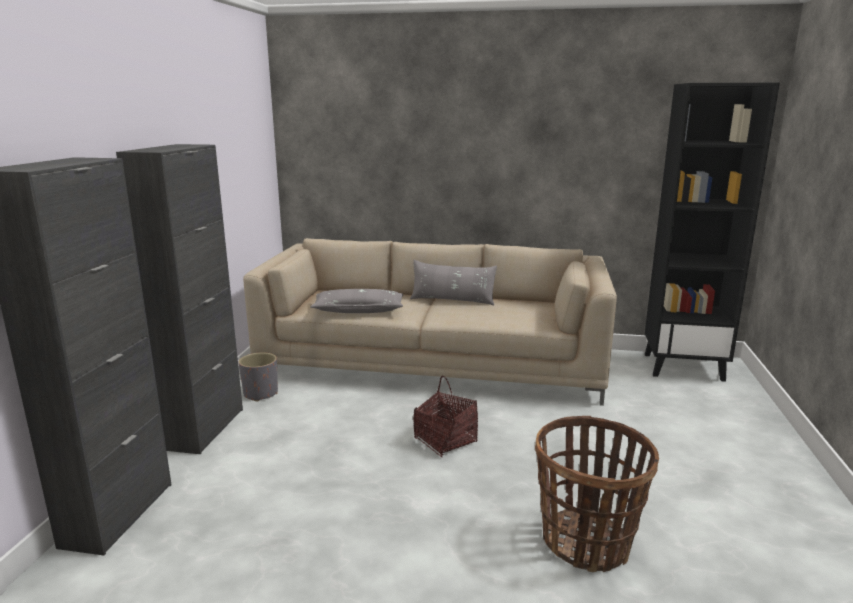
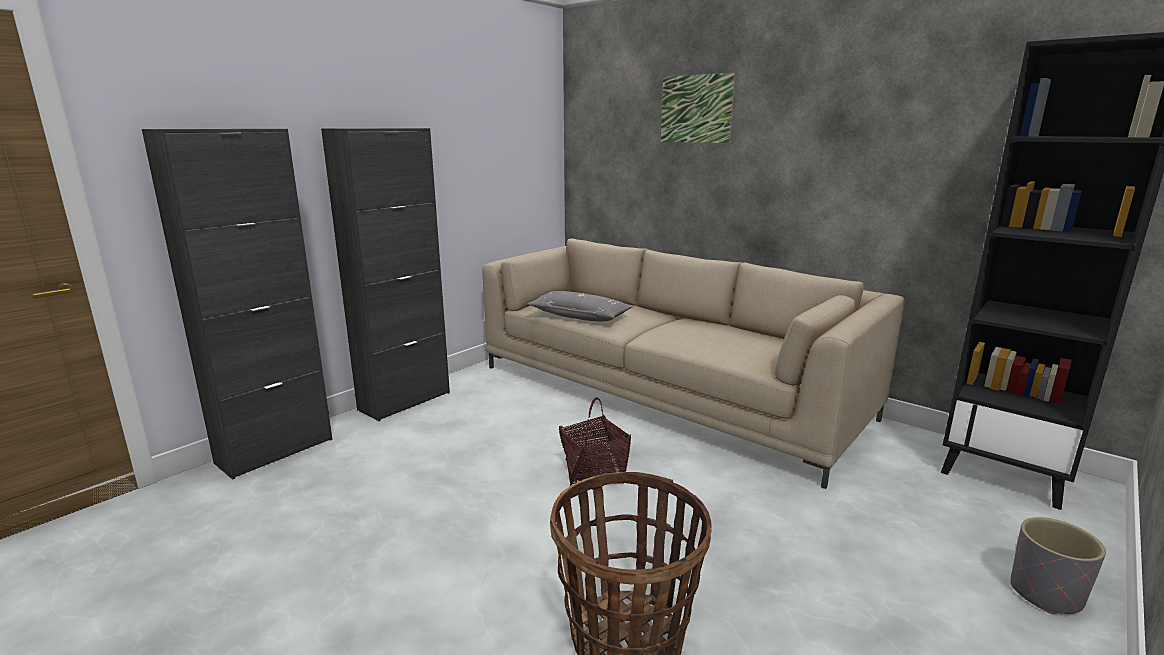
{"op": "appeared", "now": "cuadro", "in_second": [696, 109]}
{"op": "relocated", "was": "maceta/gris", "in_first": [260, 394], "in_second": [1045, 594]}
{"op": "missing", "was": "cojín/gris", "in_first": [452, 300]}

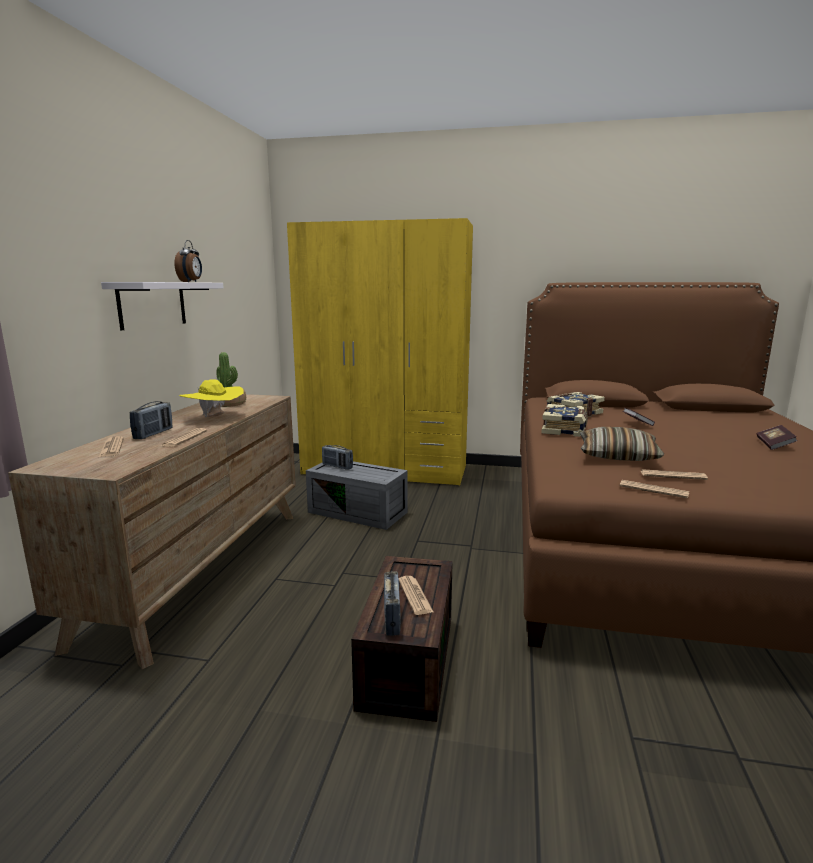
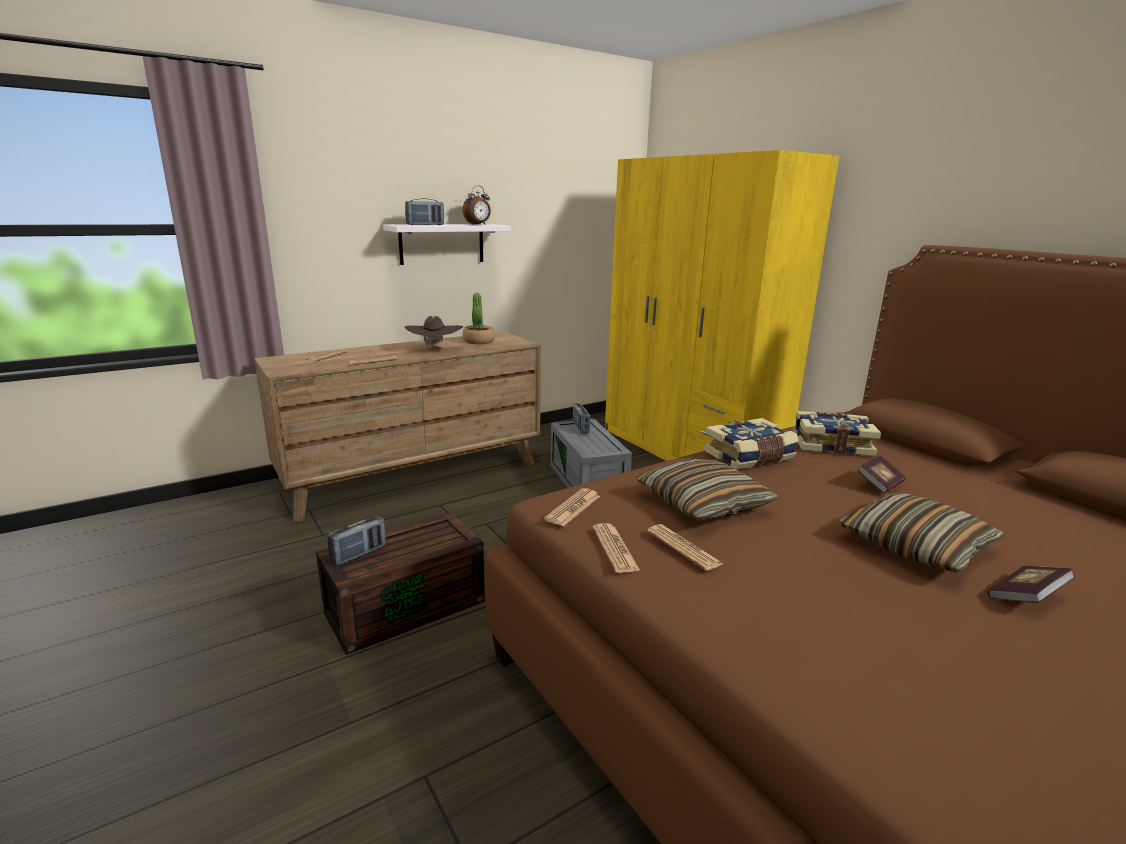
{"op": "colour", "was": "sombrero/amarillo", "now": "sombrero/marrón", "in_first": [214, 418], "in_second": [435, 350]}
{"op": "relocated", "was": "radio", "in_first": [153, 434], "in_second": [425, 225]}
{"op": "relocated", "was": "periódico", "in_first": [415, 596], "in_second": [573, 508]}
{"op": "appeared", "now": "cojín", "in_second": [915, 545]}

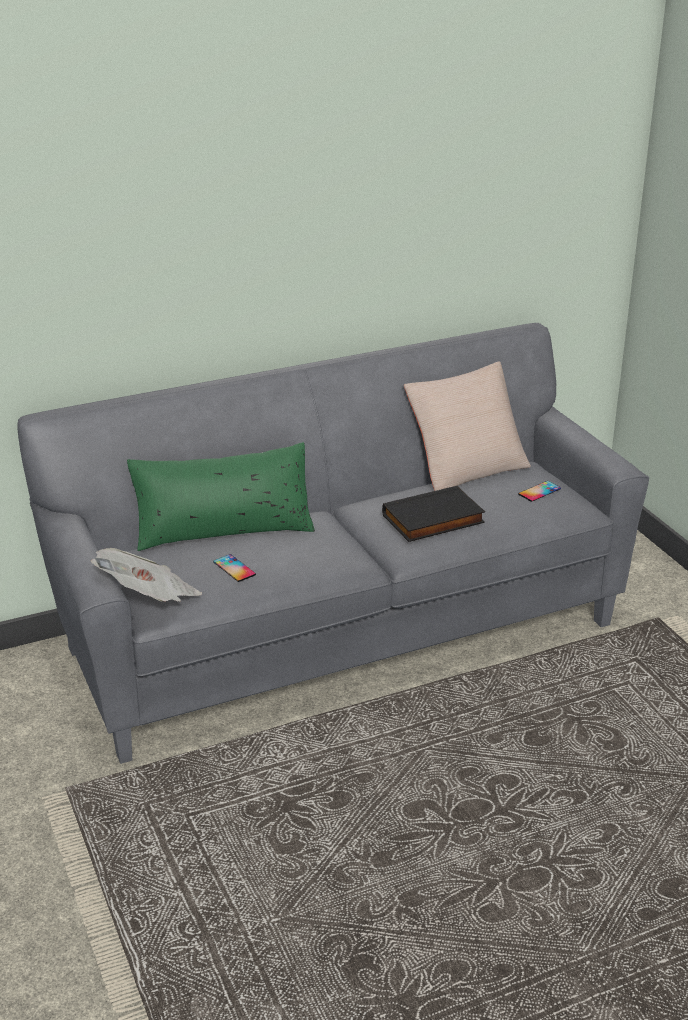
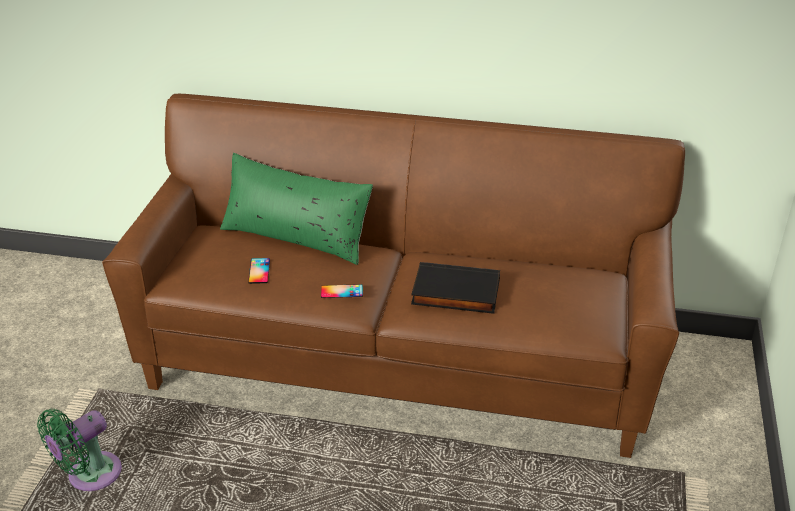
{"op": "appeared", "now": "ventilador/verde", "in_second": [89, 476]}
{"op": "colour", "was": "sofá/gris", "now": "sofá/marrón", "in_first": [342, 635], "in_second": [397, 362]}
{"op": "relocated", "was": "móvil", "in_first": [539, 491], "in_second": [342, 291]}
{"op": "missing", "was": "periódico", "in_first": [149, 598]}
{"op": "missing", "was": "cojín/beis", "in_first": [466, 467]}

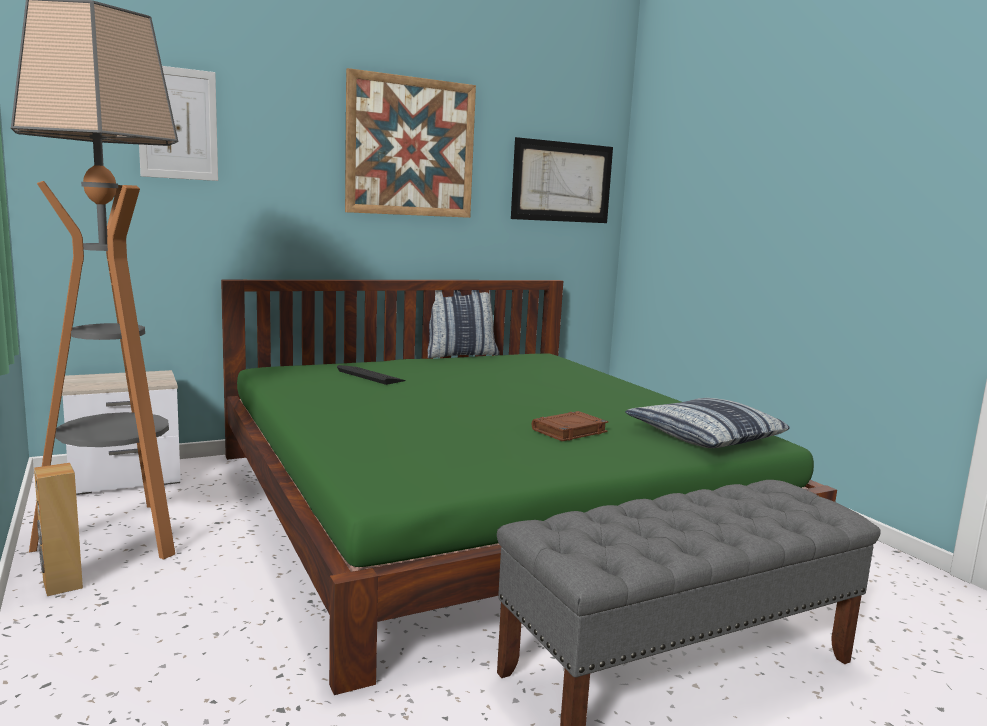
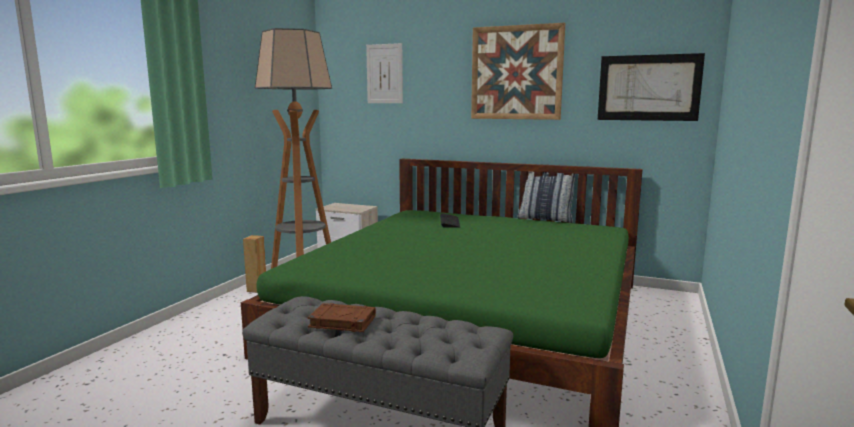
{"op": "relocated", "was": "libro/marrón", "in_first": [569, 431], "in_second": [341, 322]}
{"op": "missing", "was": "cojín", "in_first": [704, 436]}

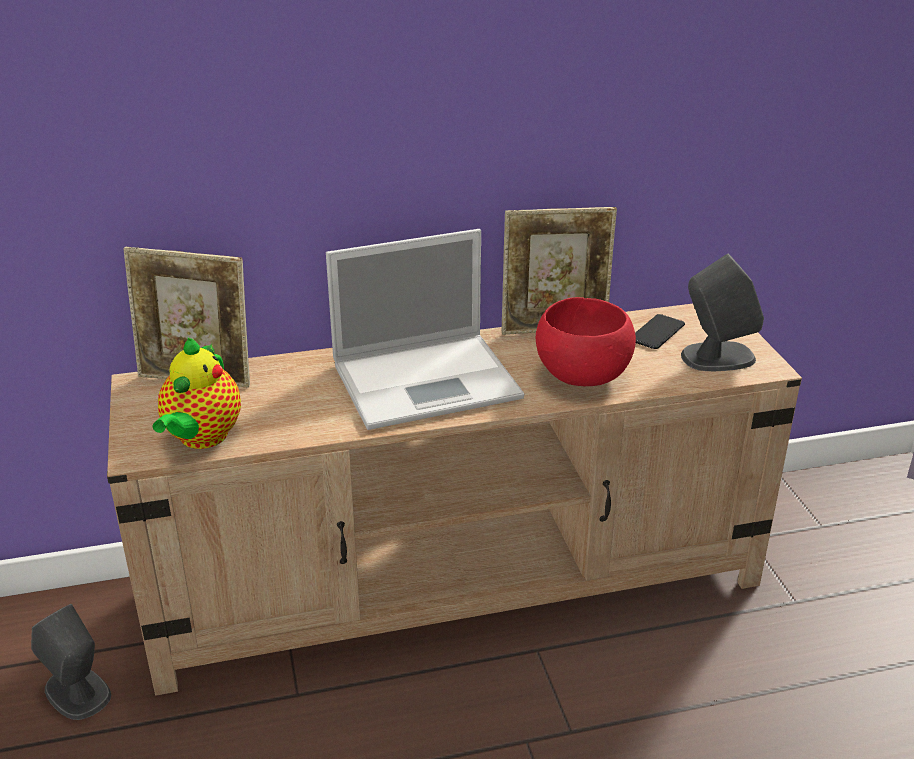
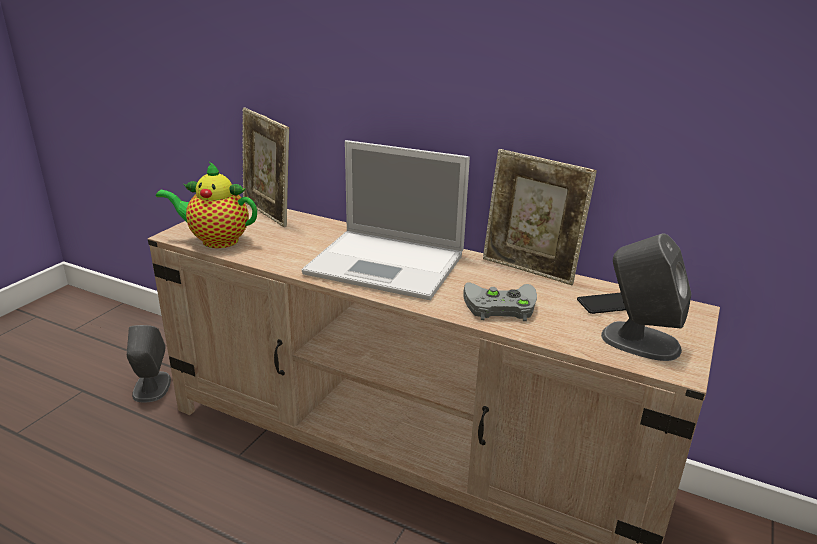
{"op": "spun", "was": "tetera", "in_first": [201, 438], "in_second": [216, 240], "clockwise": 45}
{"op": "exchanged", "was": "cuenco/rojo", "now": "mando de consola/gris", "in_first": [582, 377], "in_second": [497, 306]}

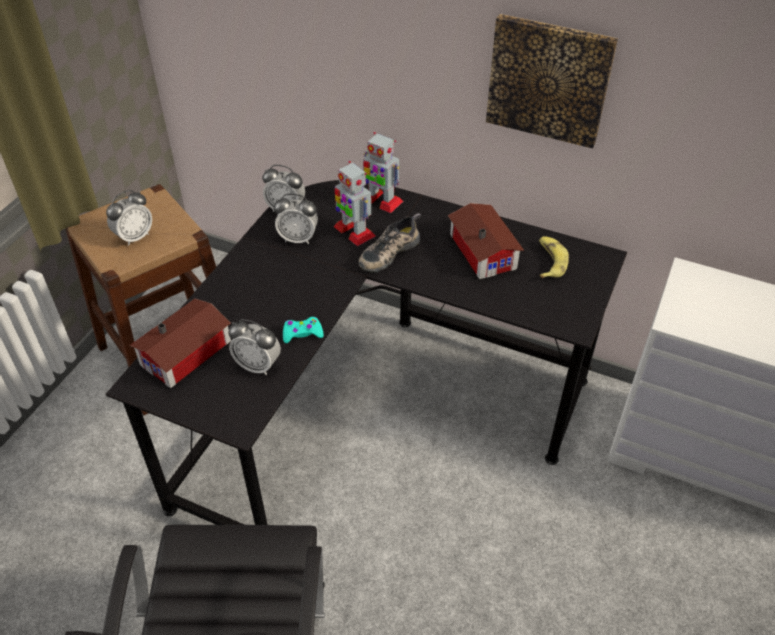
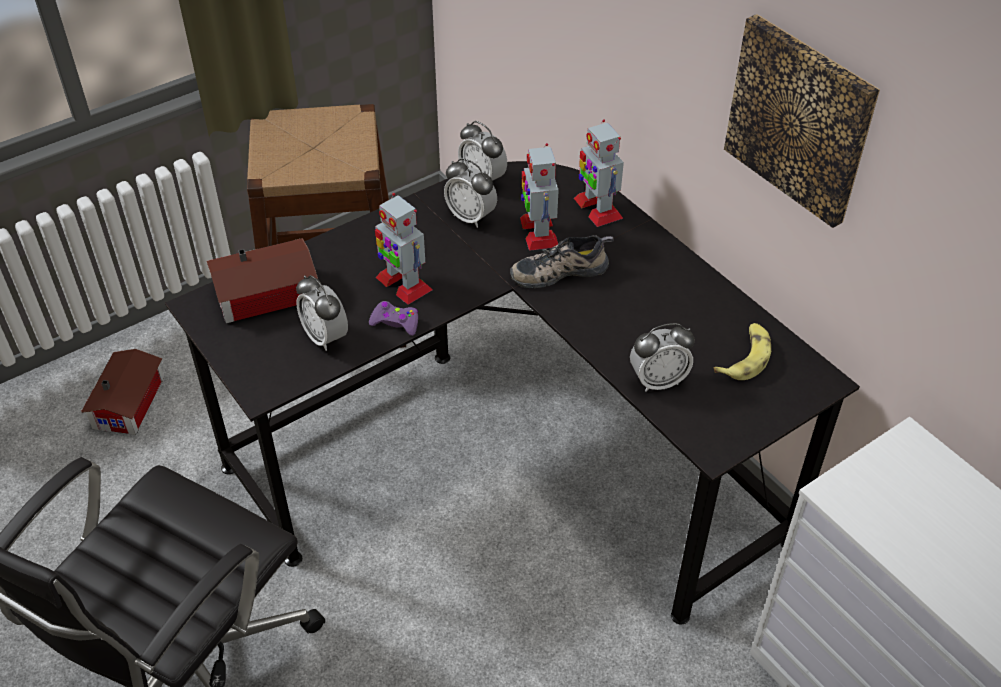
{"op": "relocated", "was": "casita", "in_first": [483, 249], "in_second": [131, 401]}
{"op": "colour", "was": "mando de consola/turquesa", "now": "mando de consola/morado", "in_first": [302, 333], "in_second": [395, 322]}
{"op": "appeared", "now": "robot de juguete", "in_second": [403, 283]}
{"op": "relocated", "was": "despertador", "in_first": [134, 237], "in_second": [658, 381]}

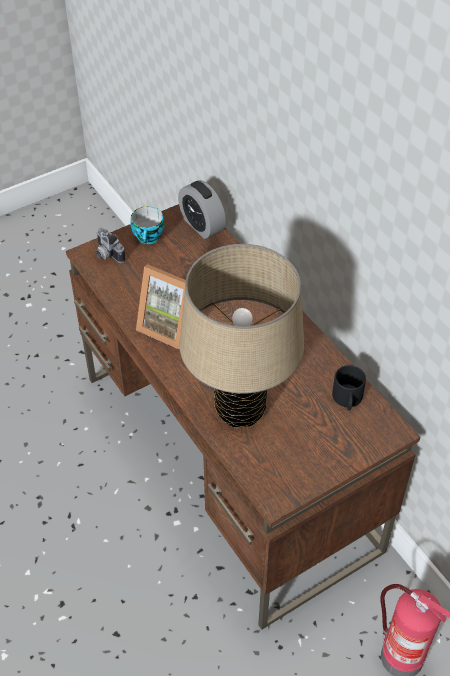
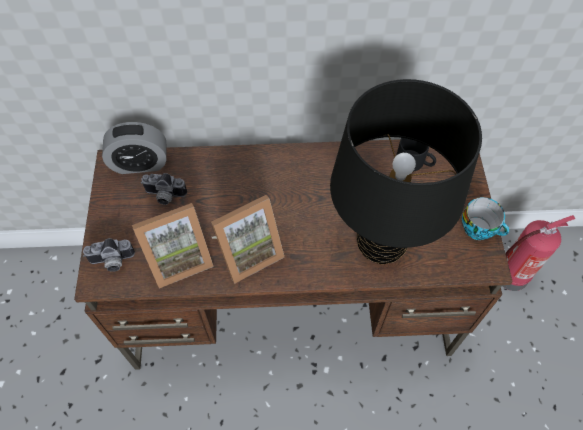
{"op": "appeared", "now": "portarretratos", "in_second": [178, 258]}
{"op": "appeared", "now": "cámara", "in_second": [164, 196]}
{"op": "colour", "was": "lámpara de mesa/beis", "now": "lámpara de mesa/negro", "in_first": [240, 409], "in_second": [381, 243]}
{"op": "relocated", "was": "taza", "in_first": [149, 238], "in_second": [479, 228]}

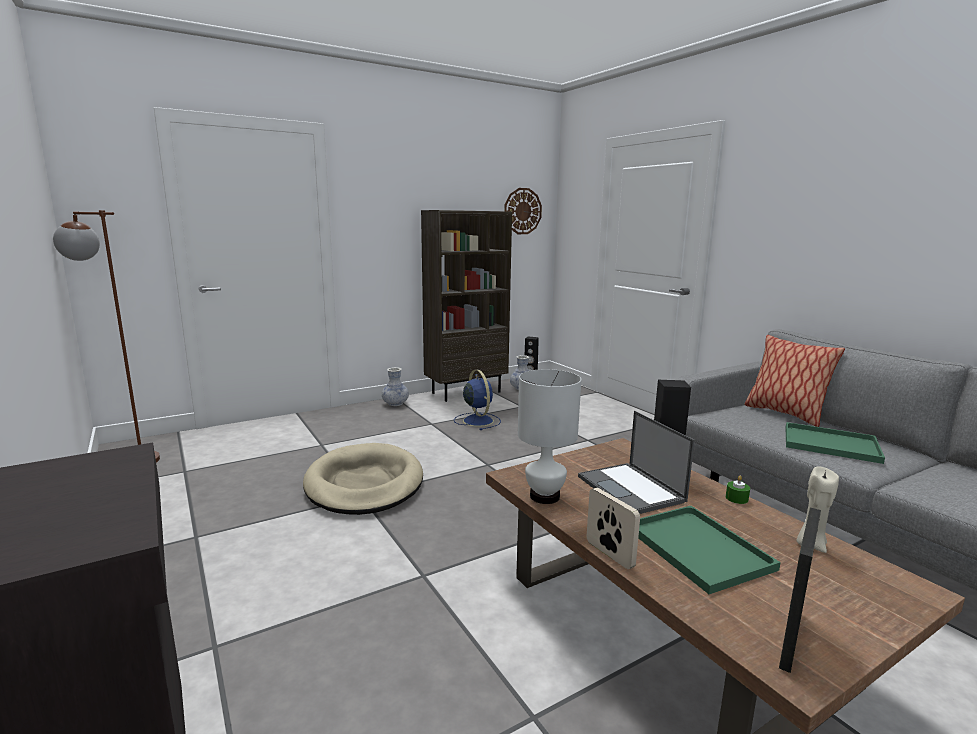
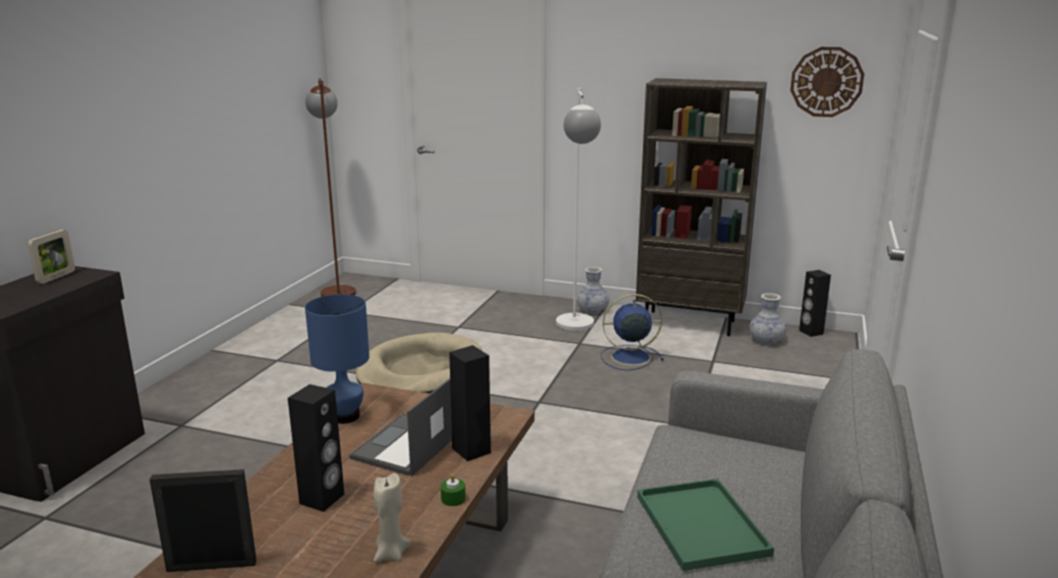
{"op": "relocated", "was": "portarretratos", "in_first": [609, 554], "in_second": [56, 277]}
{"op": "exchanged", "was": "bandeja/verde", "now": "altavoz/negro", "in_first": [695, 547], "in_second": [322, 499]}
{"op": "colour", "was": "lámpara de mesa/blanco", "now": "lámpara de mesa/azul", "in_first": [544, 496], "in_second": [345, 416]}
{"op": "appeared", "now": "lámpara de pie/blanco", "in_second": [576, 328]}
{"op": "spun", "was": "ventilador/azul", "in_first": [477, 420], "in_second": [628, 357], "clockwise": -120}
{"op": "missing", "was": "cojín", "in_first": [784, 414]}

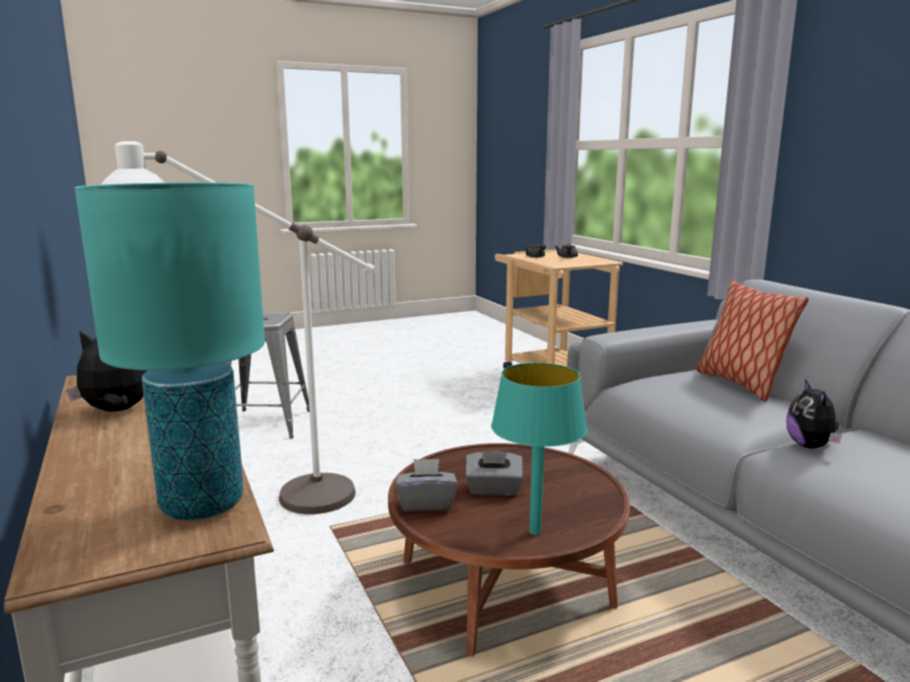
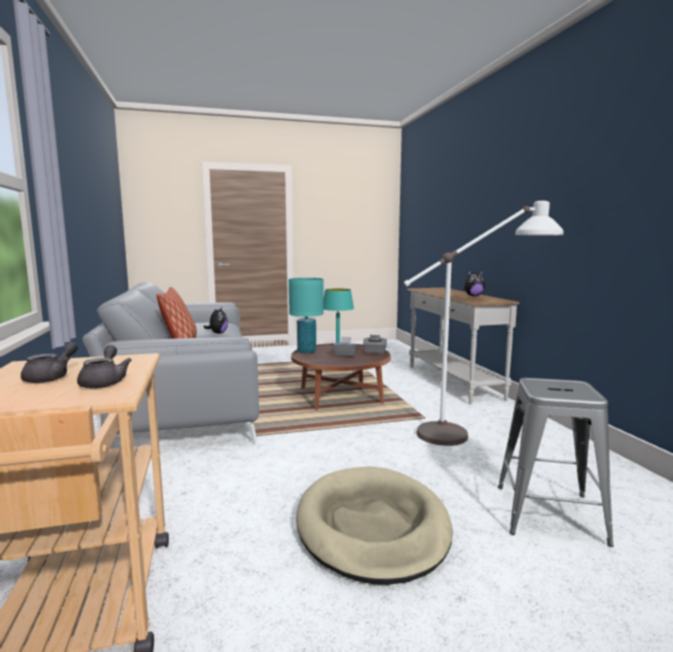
{"op": "relocated", "was": "lámpara de mesa/turquesa", "in_first": [202, 504], "in_second": [306, 351]}
{"op": "appeared", "now": "cama para perro/beis", "in_second": [372, 527]}

